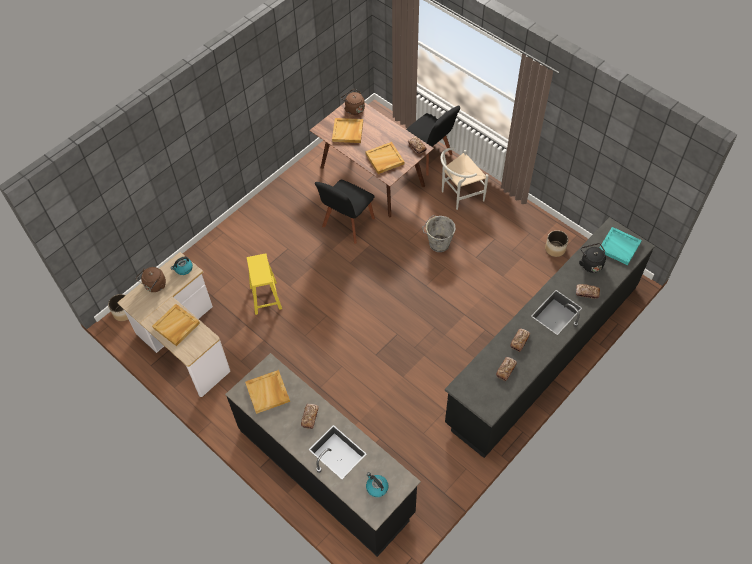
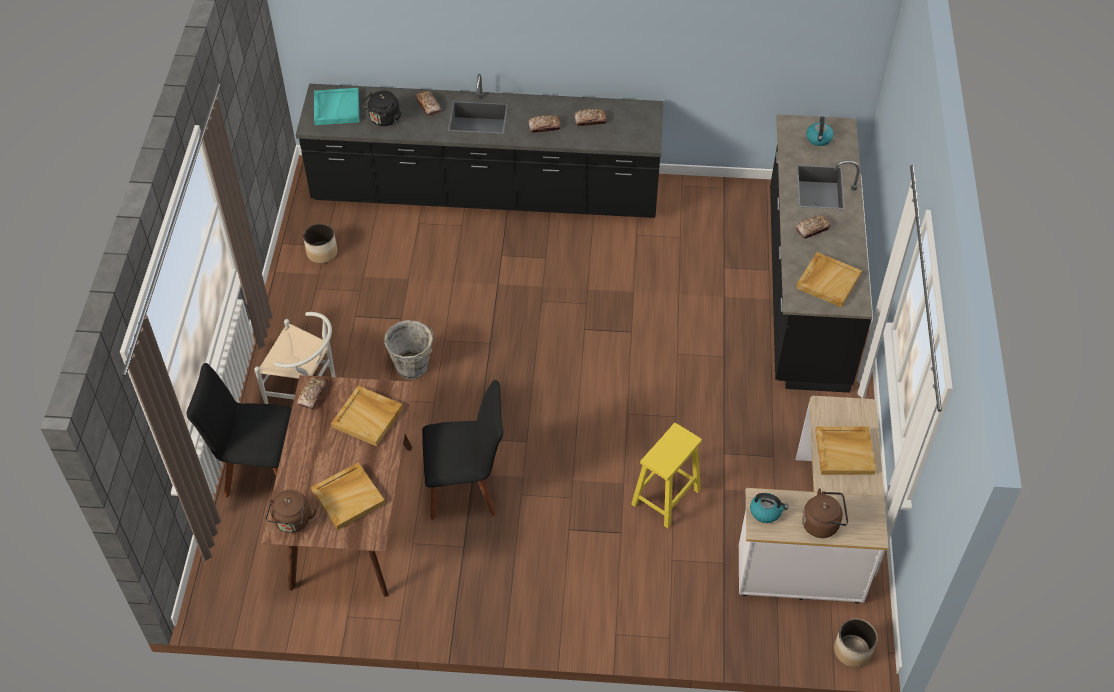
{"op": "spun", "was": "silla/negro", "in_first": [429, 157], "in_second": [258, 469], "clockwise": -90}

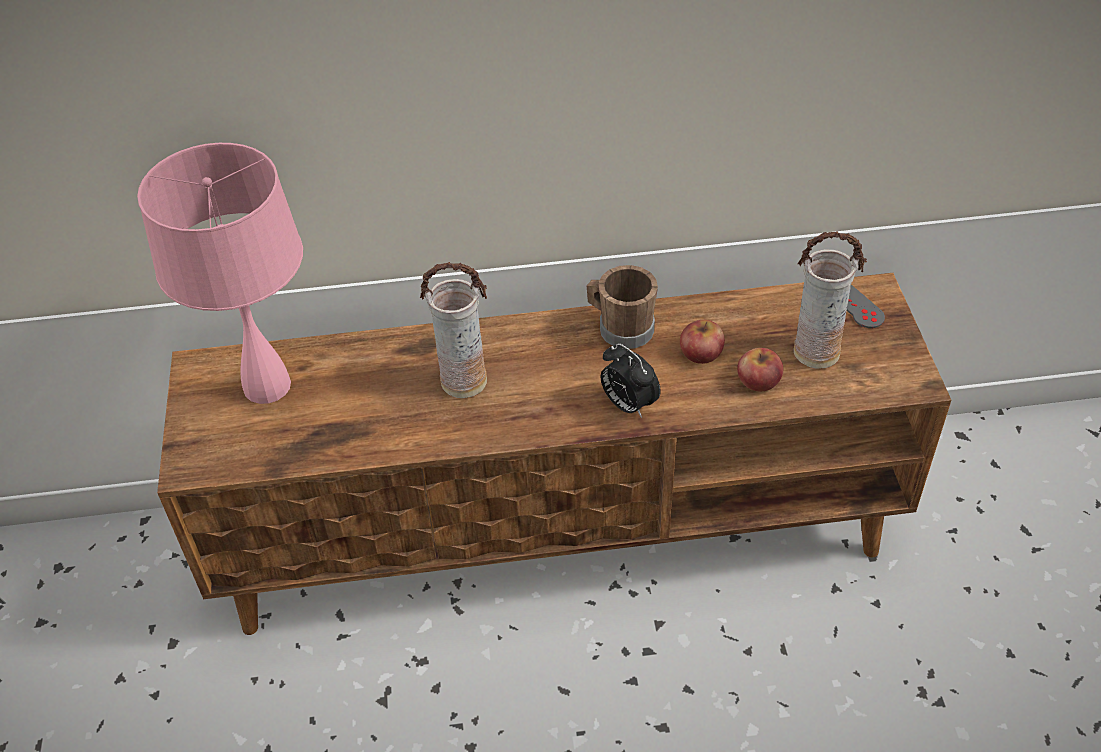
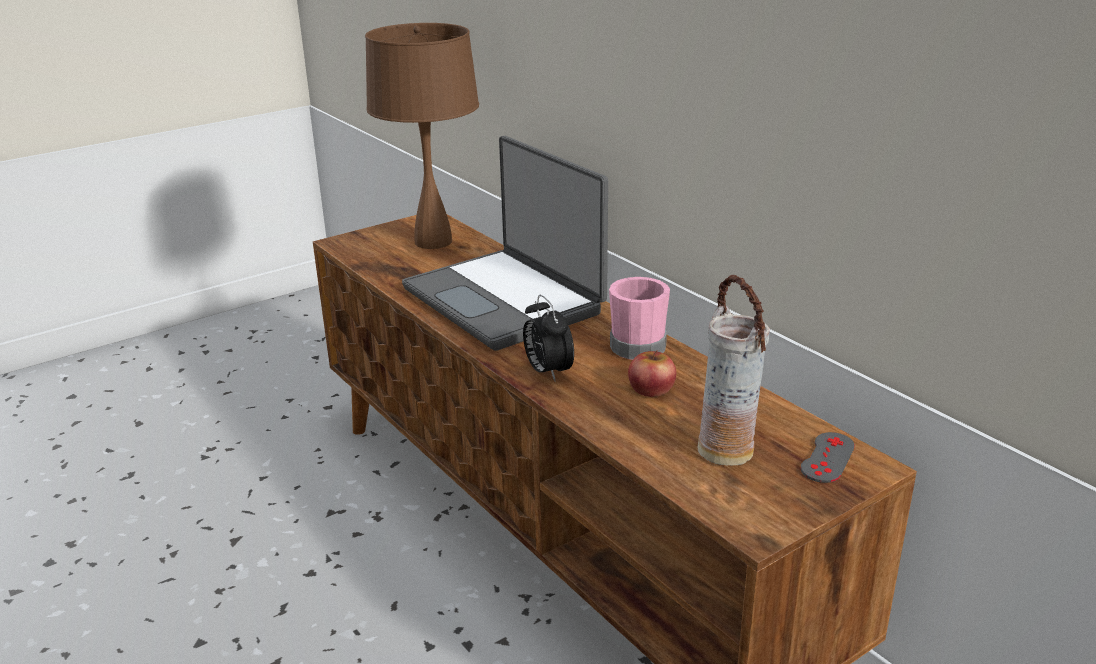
{"op": "colour", "was": "lámpara de mesa/rosa", "now": "lámpara de mesa/marrón", "in_first": [266, 386], "in_second": [432, 241]}
{"op": "exchanged", "was": "florero", "now": "portátil", "in_first": [463, 380], "in_second": [505, 300]}
{"op": "spun", "was": "despertador", "in_first": [627, 404], "in_second": [547, 371], "clockwise": -45}
{"op": "colour", "was": "taza grande/marrón", "now": "taza grande/rosa", "in_first": [620, 328], "in_second": [637, 344]}
{"op": "missing", "was": "manzana", "in_first": [758, 380]}

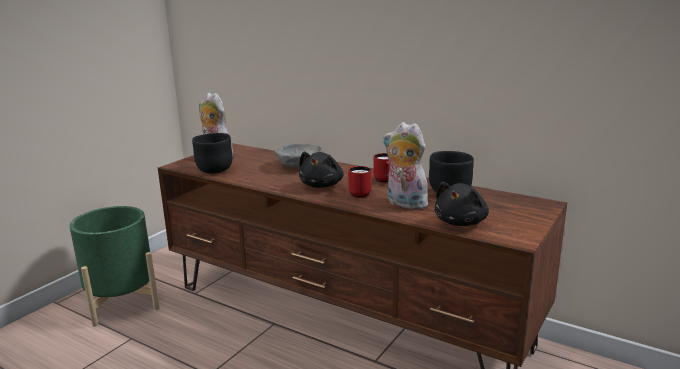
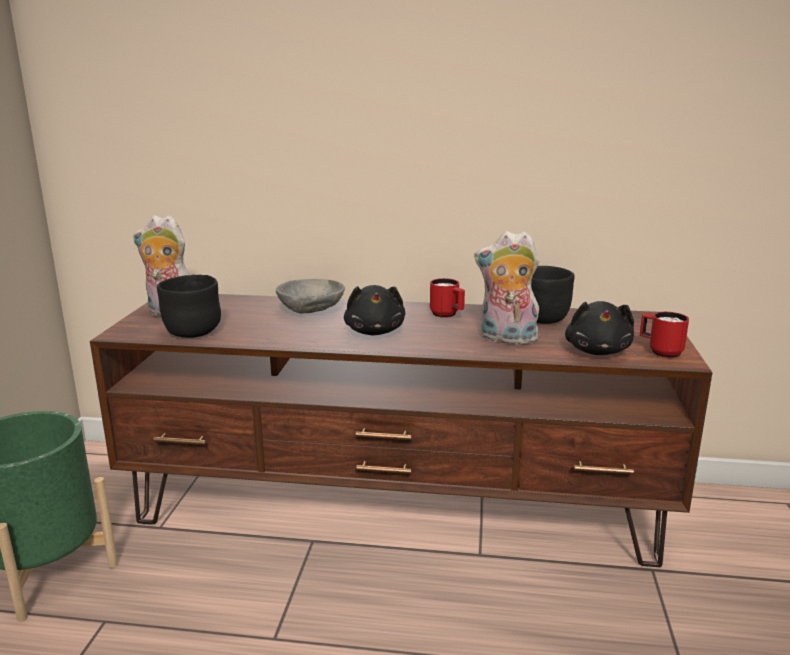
{"op": "relocated", "was": "taza grande/rojo", "in_first": [358, 193], "in_second": [660, 351]}

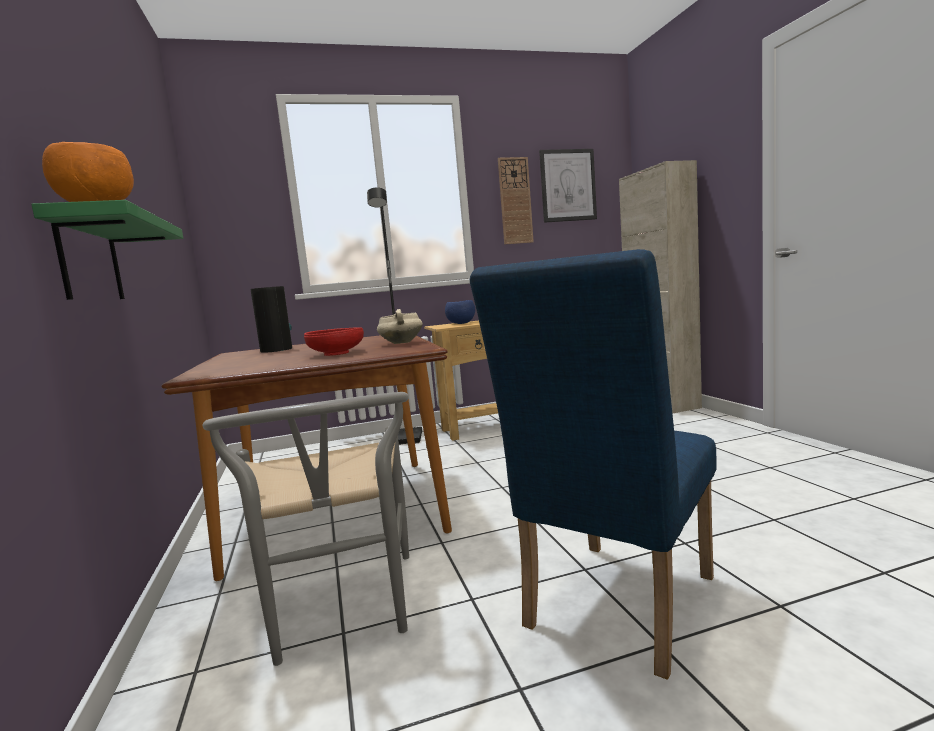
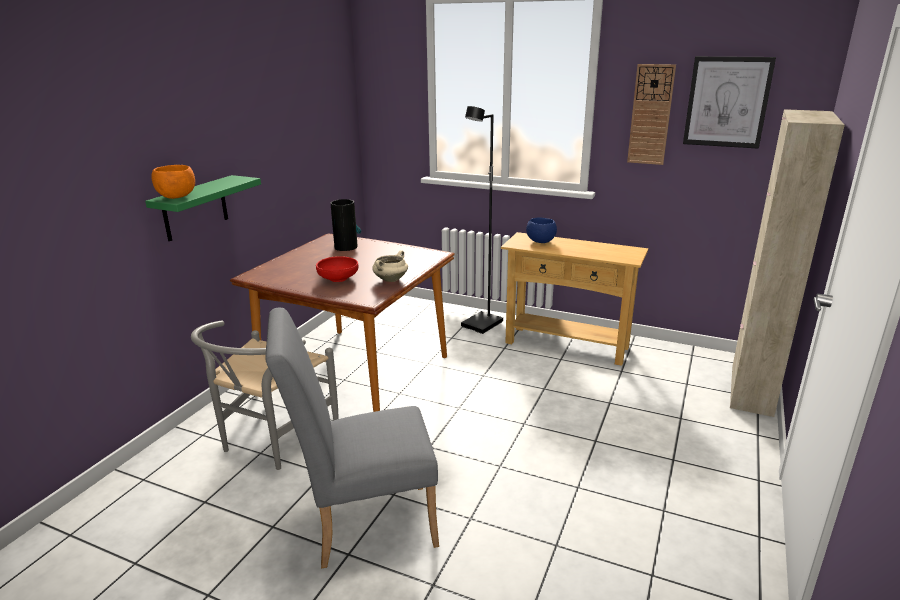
{"op": "colour", "was": "silla/azul", "now": "silla/gris", "in_first": [613, 609], "in_second": [363, 524]}

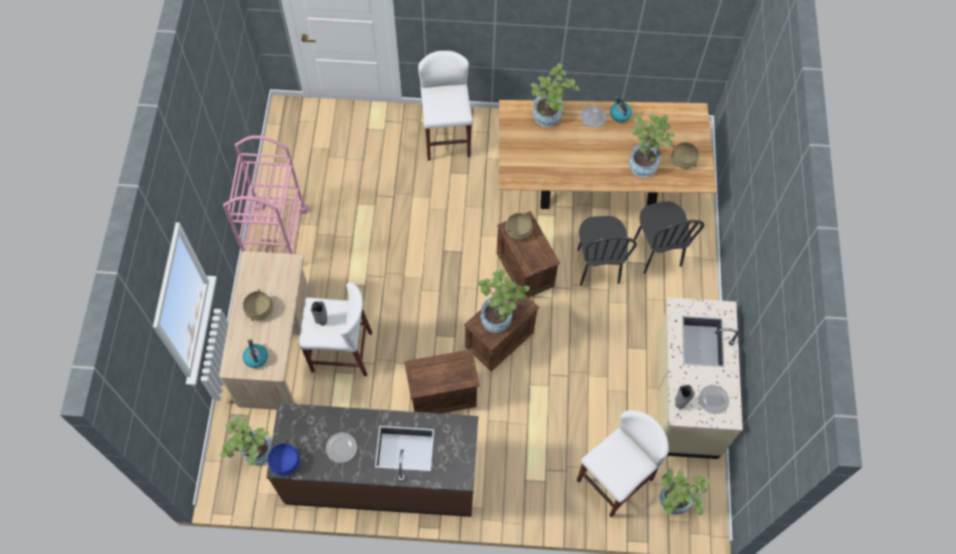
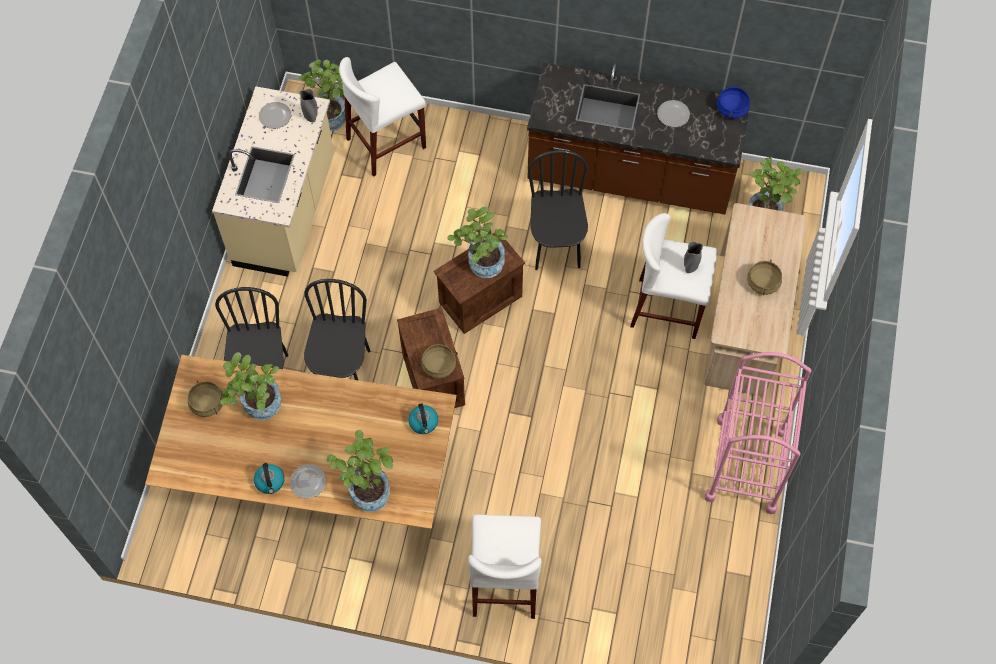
{"op": "relocated", "was": "hervidor", "in_first": [256, 357], "in_second": [424, 423]}
{"op": "exchanged", "was": "caja de embalaje", "now": "silla/negro", "in_first": [442, 395], "in_second": [556, 247]}

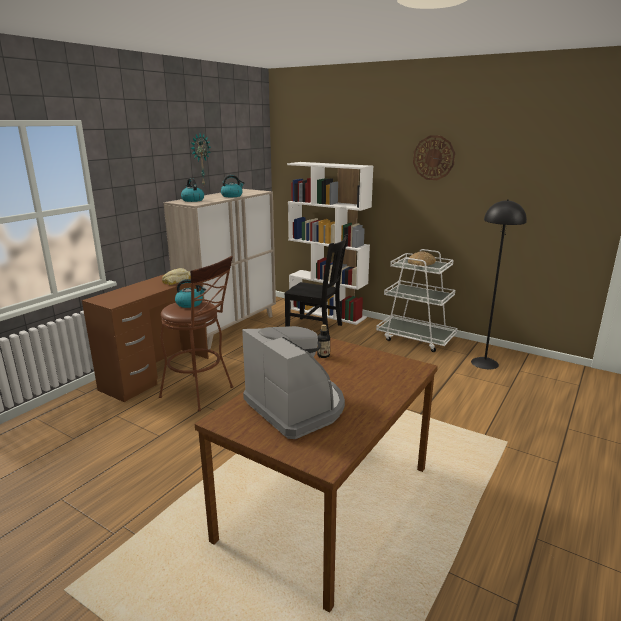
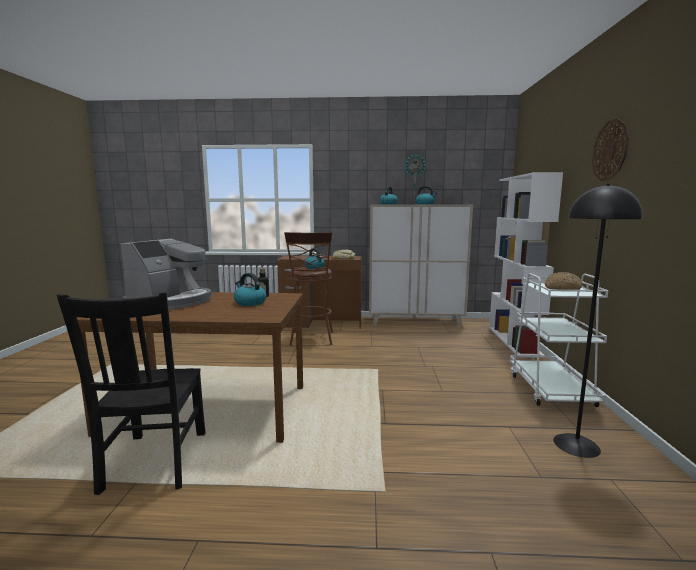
{"op": "relocated", "was": "silla/negro", "in_first": [316, 328], "in_second": [154, 463]}
{"op": "appeared", "now": "hervidor", "in_second": [249, 303]}

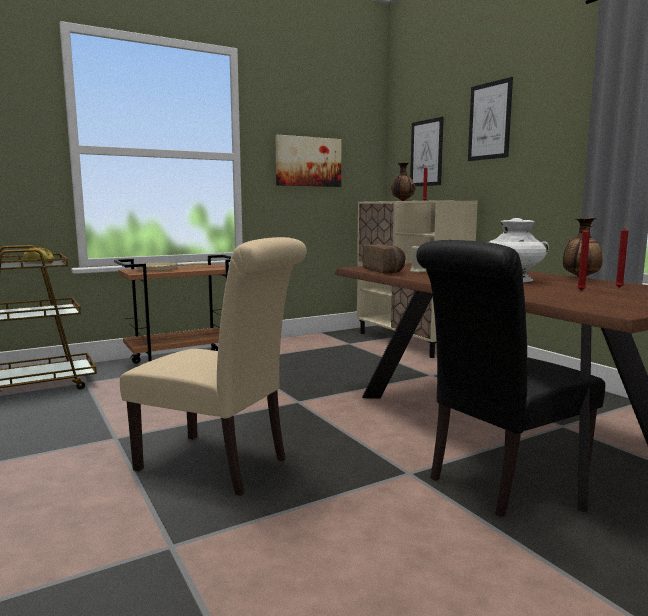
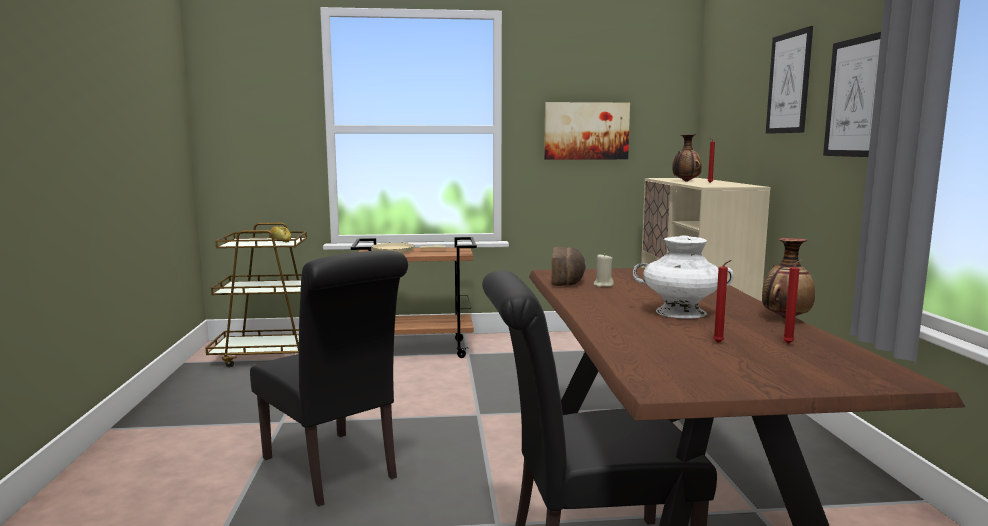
{"op": "colour", "was": "silla/beis", "now": "silla/negro", "in_first": [220, 465], "in_second": [334, 470]}
{"op": "relocated", "was": "cuadro", "in_first": [426, 153], "in_second": [855, 97]}

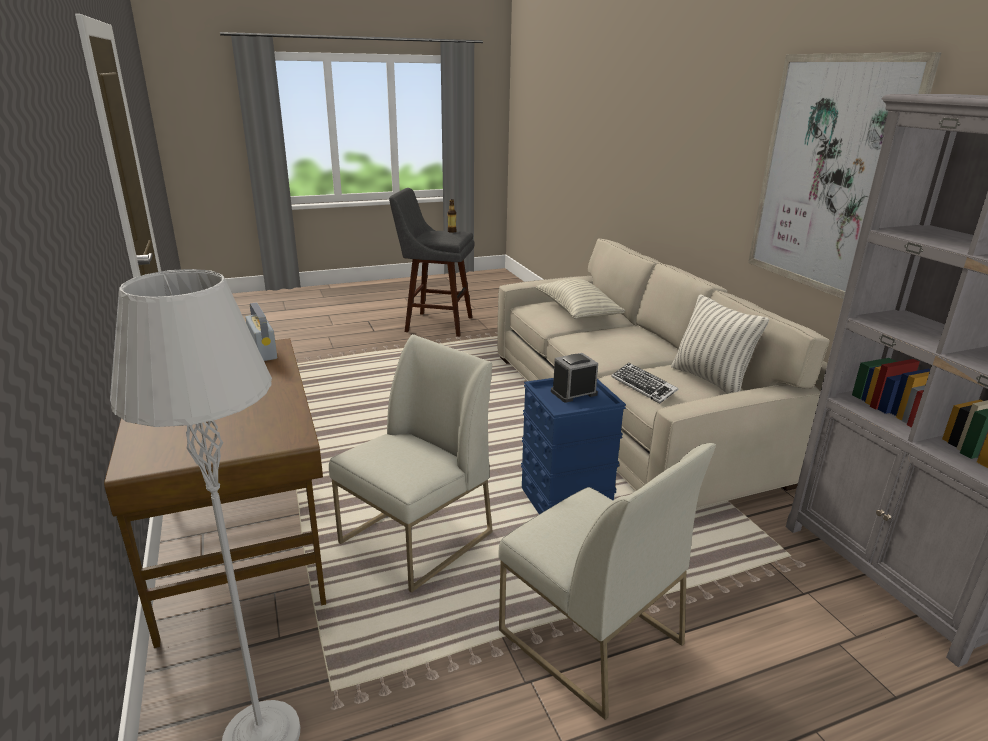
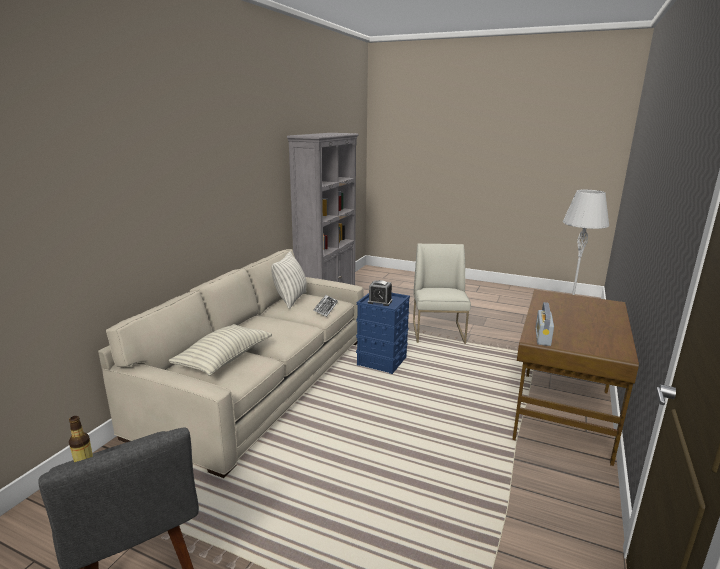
{"op": "missing", "was": "silla/blanco", "in_first": [416, 539]}
{"op": "missing", "was": "cuadro", "in_first": [830, 176]}

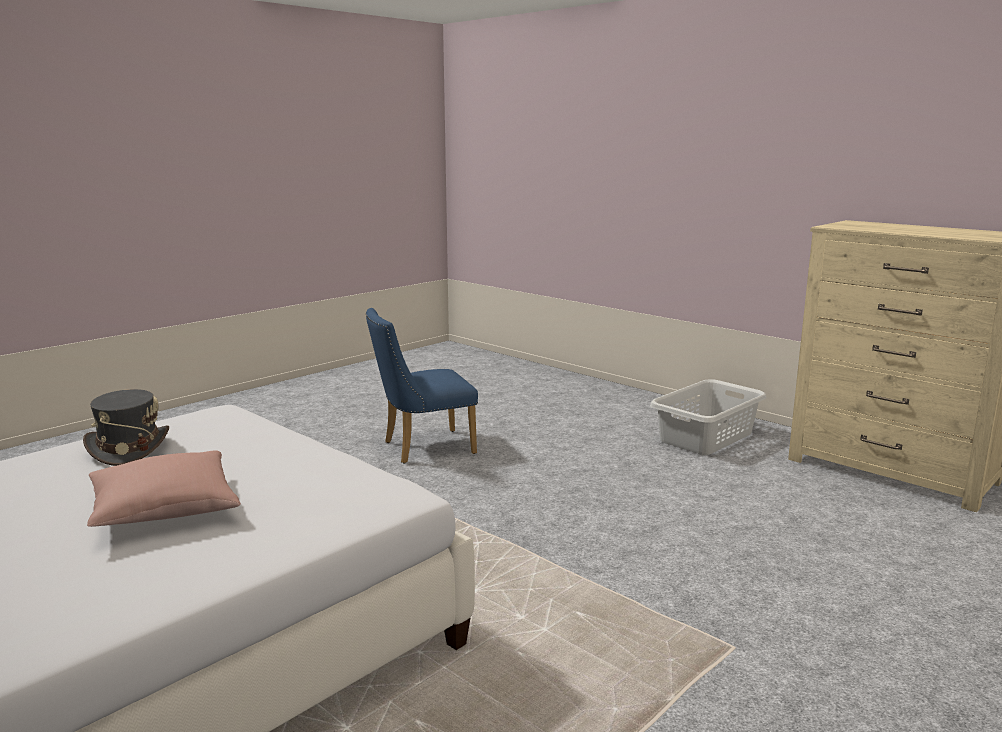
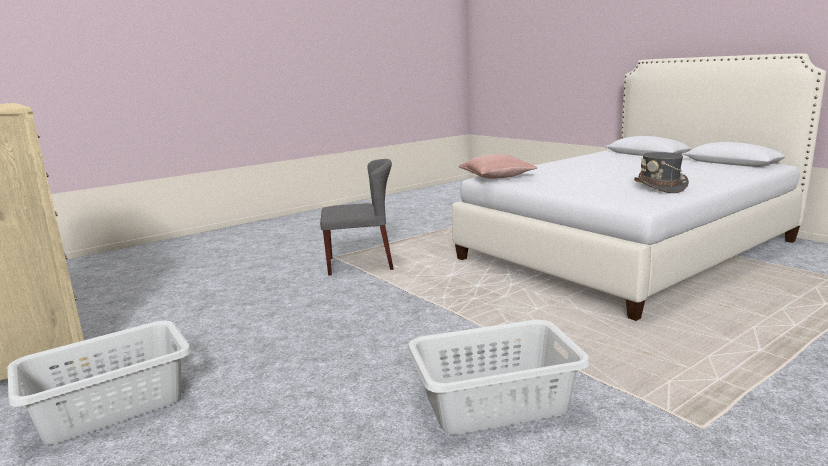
{"op": "appeared", "now": "silla/gris", "in_second": [360, 263]}
{"op": "exchanged", "was": "silla/azul", "now": "cesto de la ropa/gris", "in_first": [422, 448], "in_second": [496, 403]}
{"op": "relocated", "was": "cojín/rosa", "in_first": [164, 509], "in_second": [496, 177]}

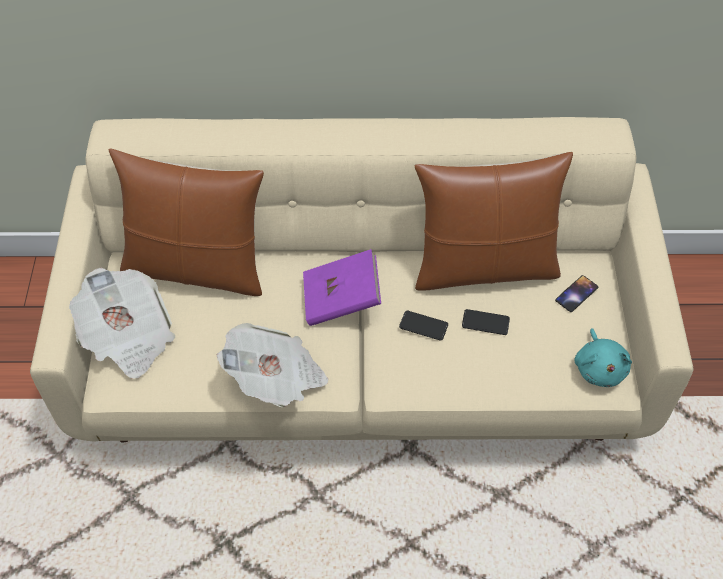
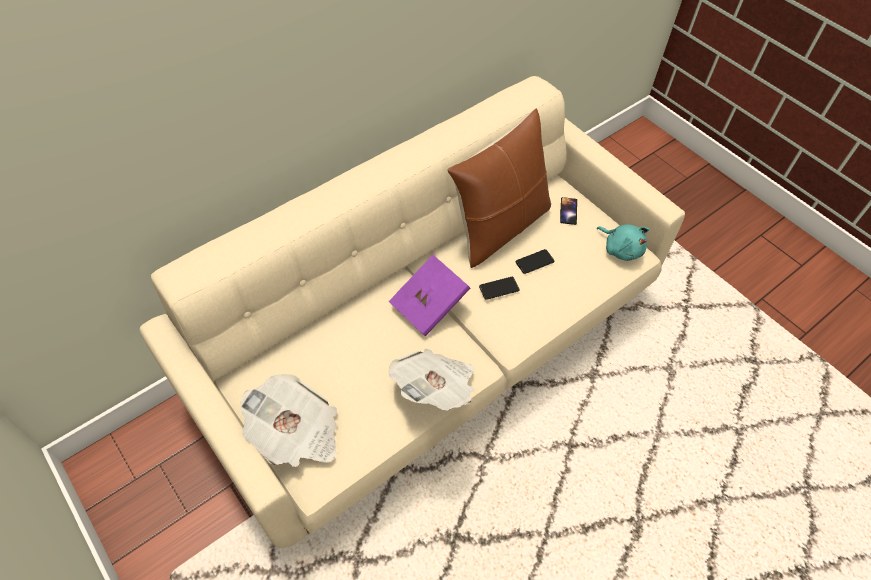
{"op": "missing", "was": "cojín/marrón", "in_first": [197, 267]}

